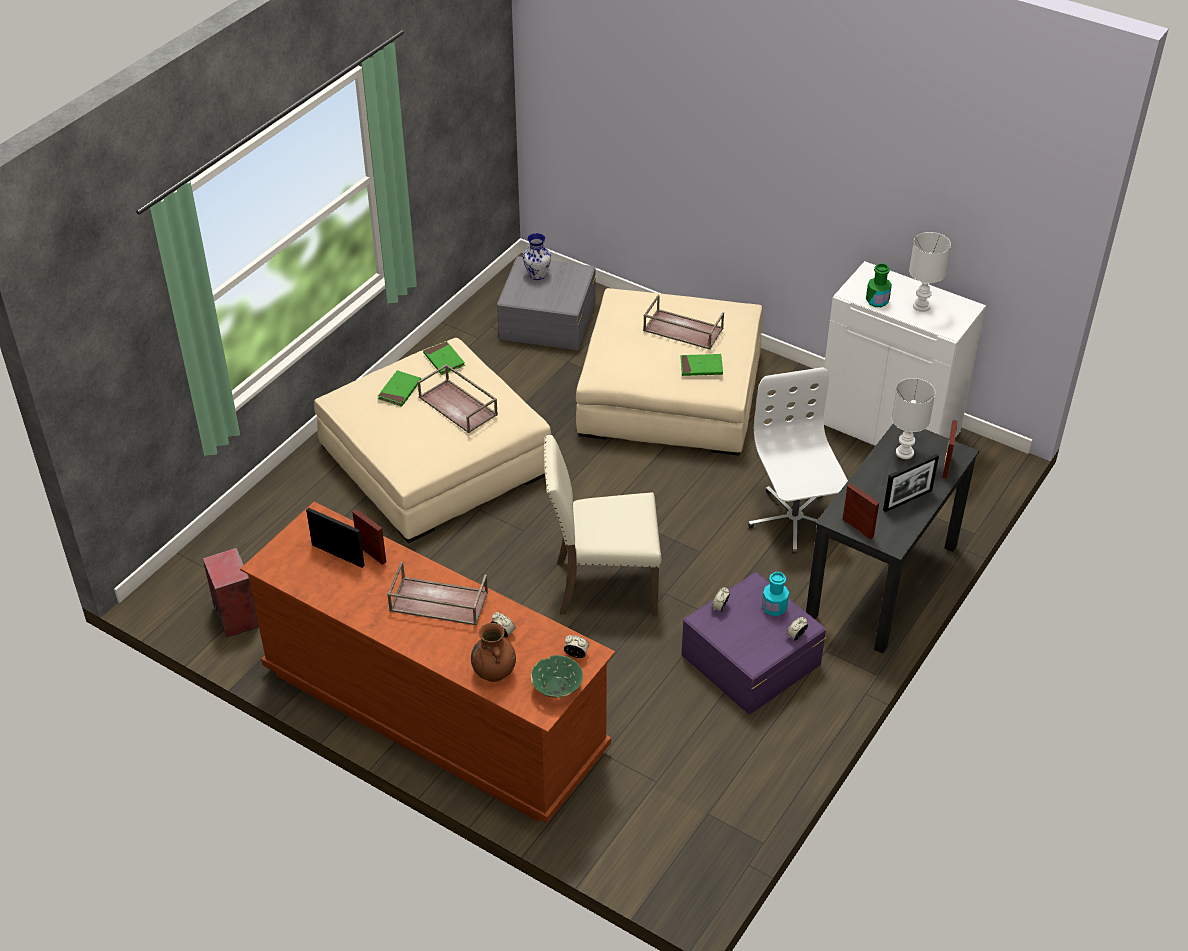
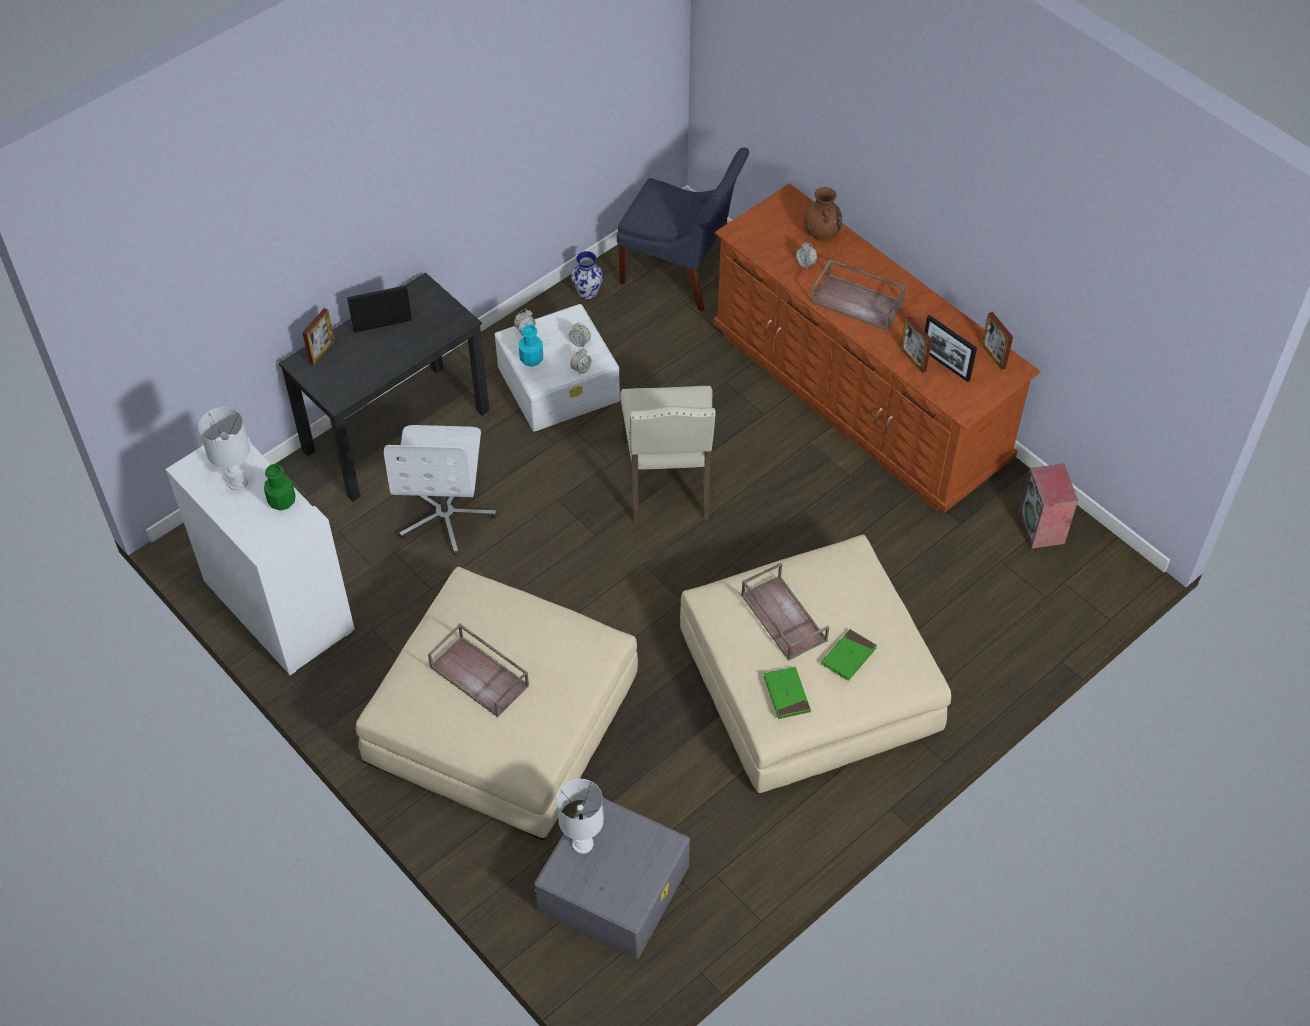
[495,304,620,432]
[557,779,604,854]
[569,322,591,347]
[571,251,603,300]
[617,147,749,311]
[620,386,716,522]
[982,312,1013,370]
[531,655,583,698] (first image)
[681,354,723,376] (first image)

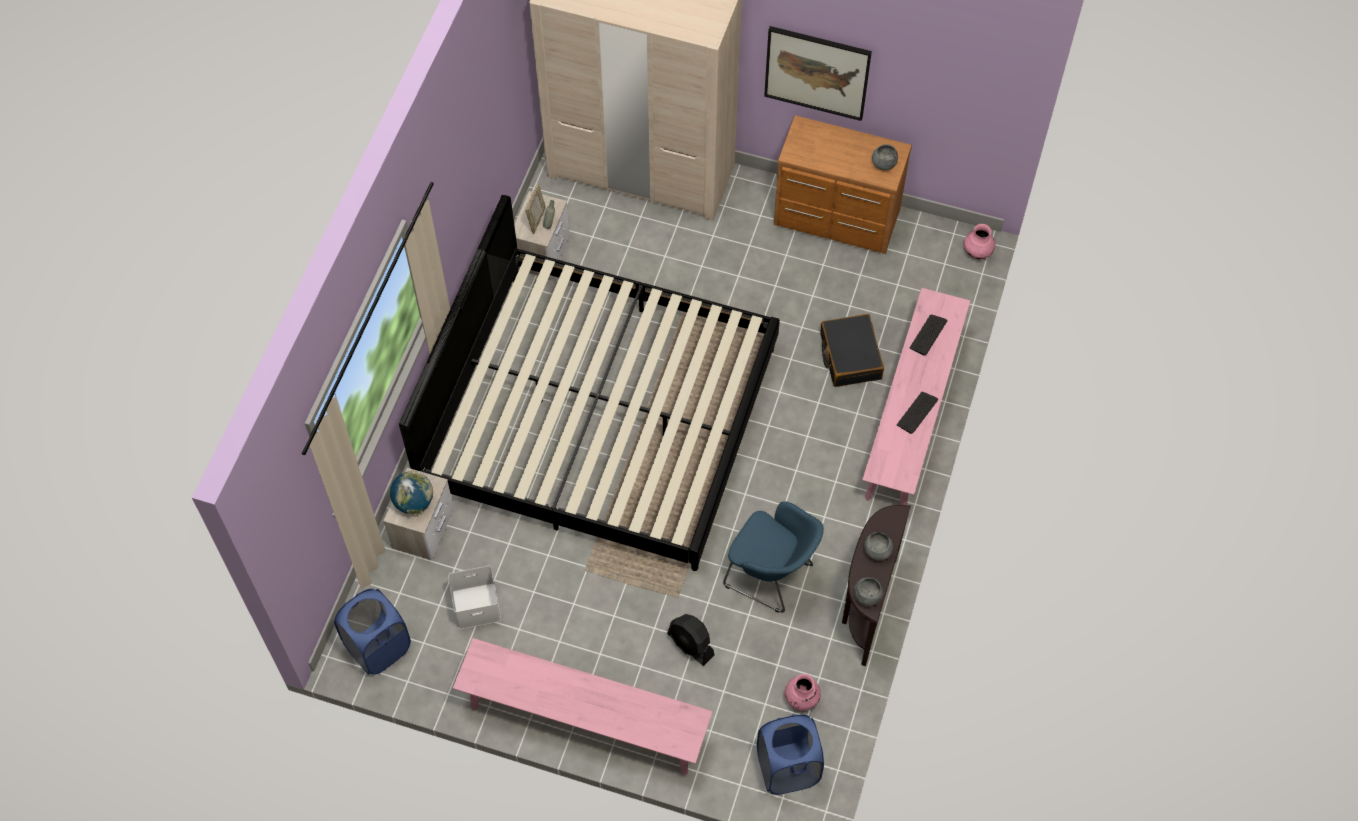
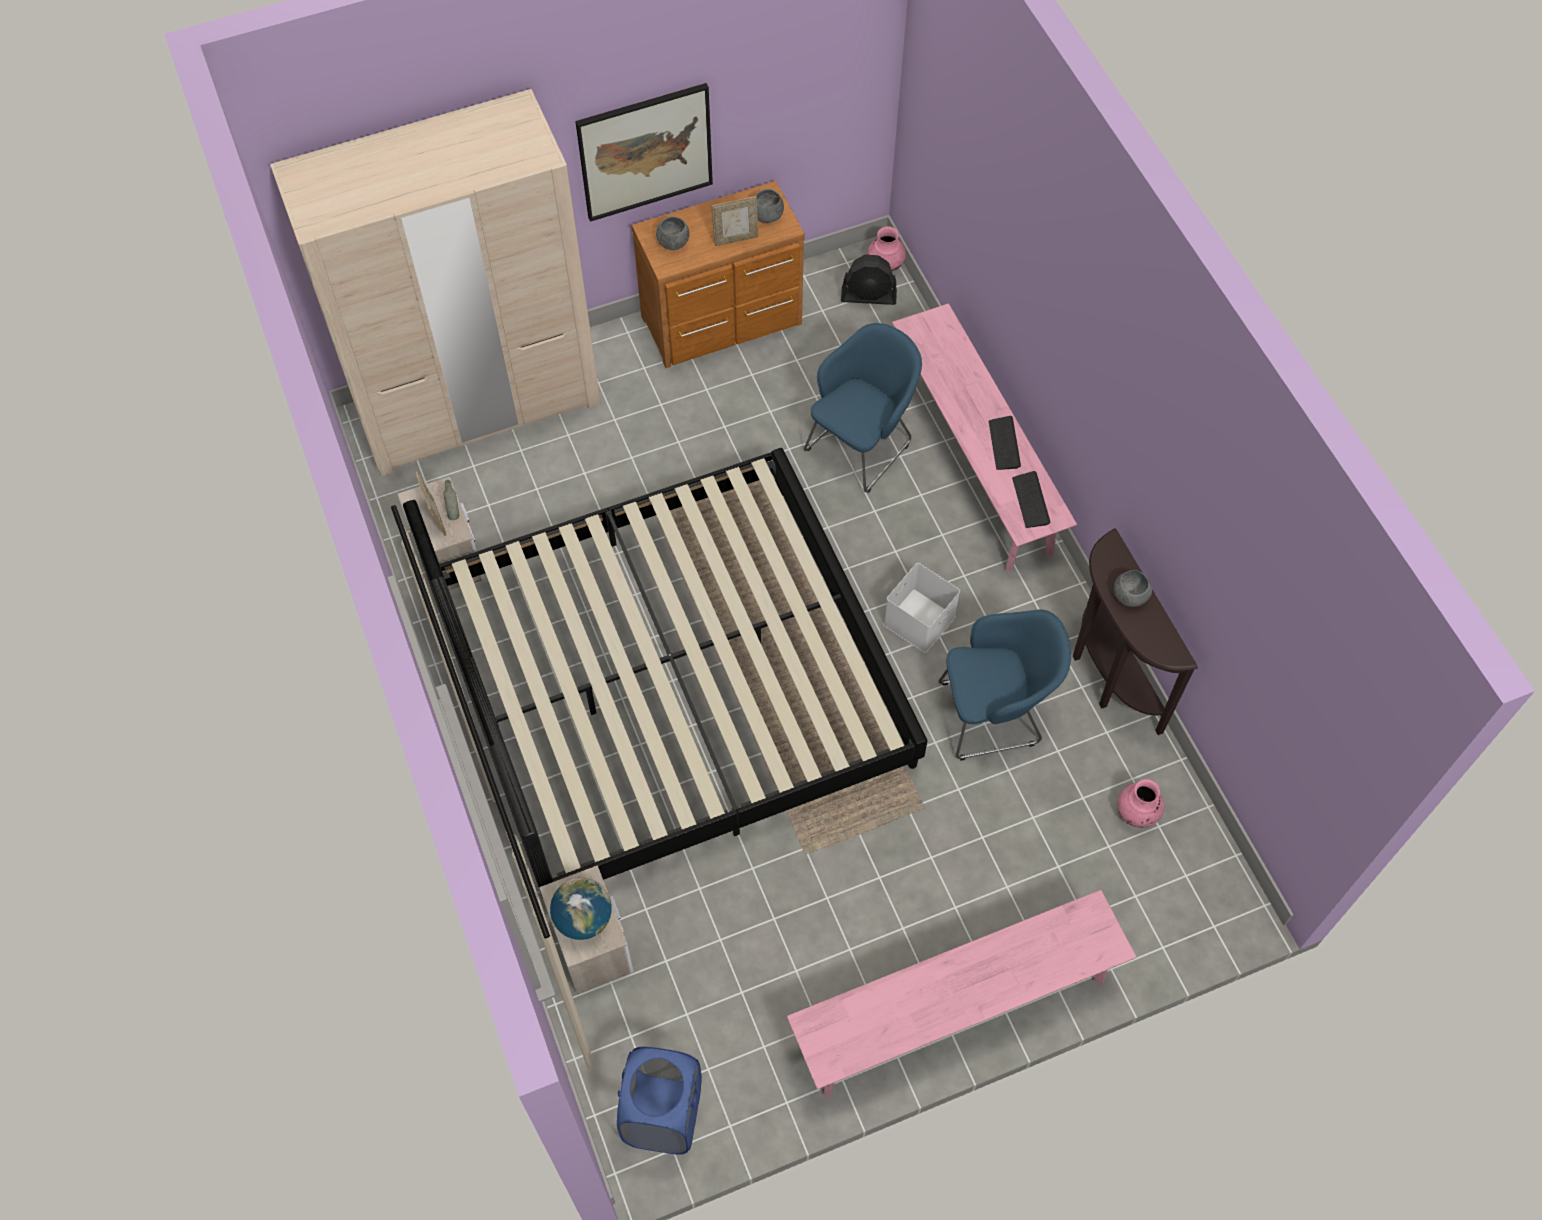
[656,216,690,250]
[711,196,759,246]
[804,323,922,493]
[841,255,897,305]
[883,563,960,653]
[1012,471,1051,528]
[757,714,824,795] (first image)

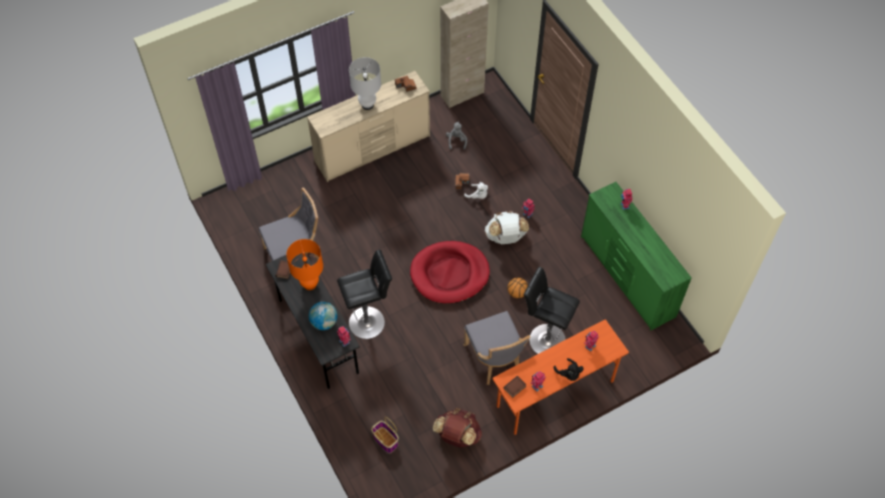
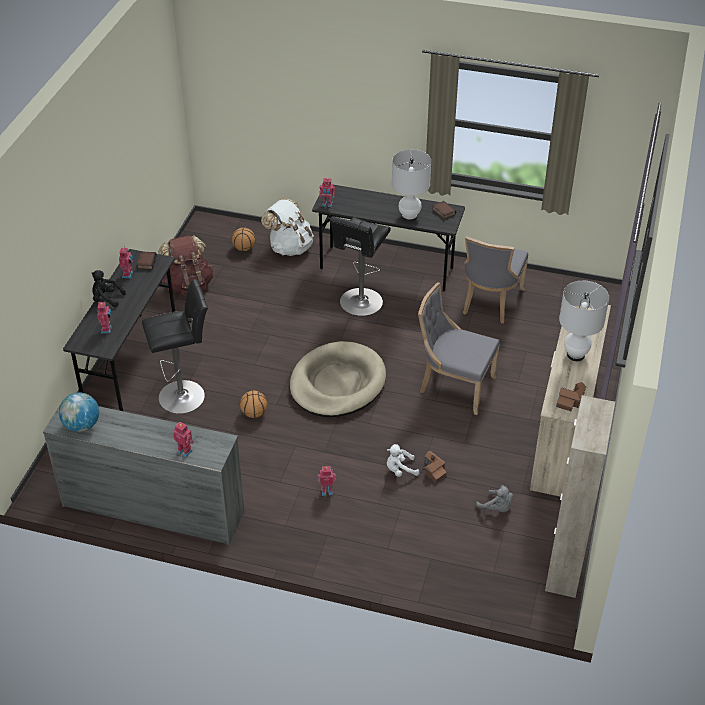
[43,399,244,545]
[59,392,99,432]
[63,249,175,411]
[232,227,255,251]
[261,198,314,256]
[290,341,386,417]
[392,149,431,222]
[418,282,500,415]

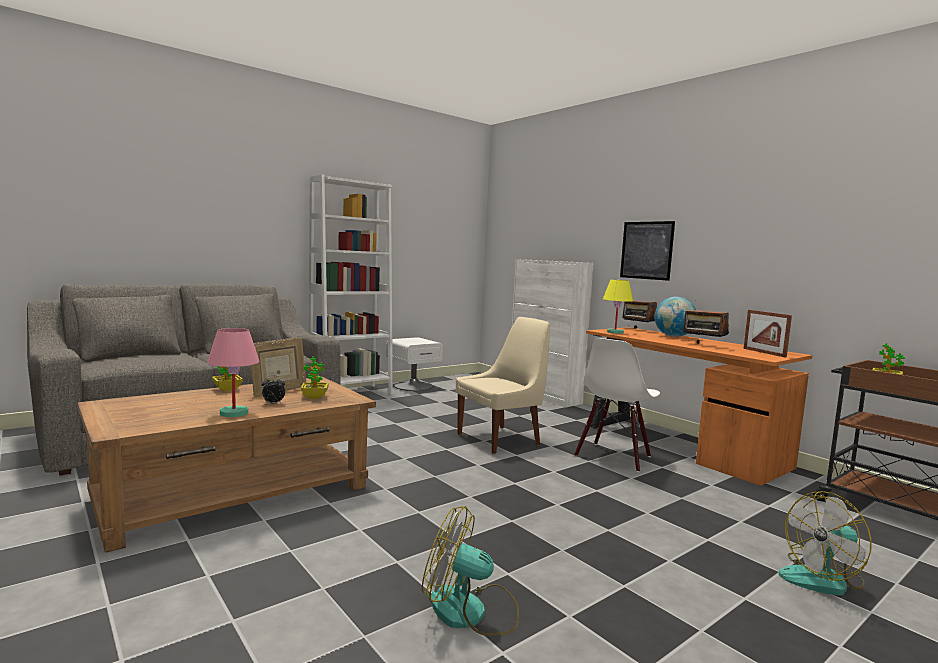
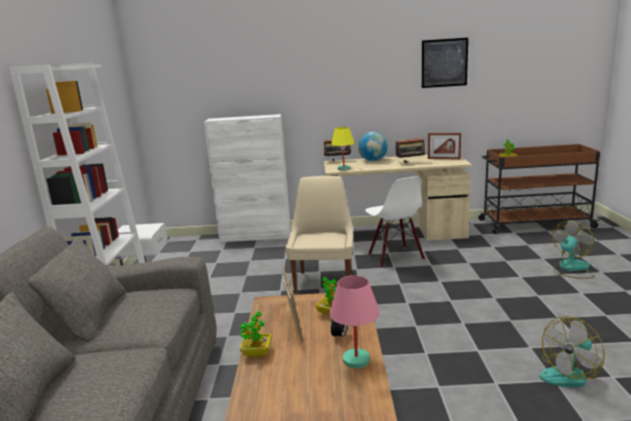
[324,155,472,241]
[422,38,468,88]
[552,221,595,279]

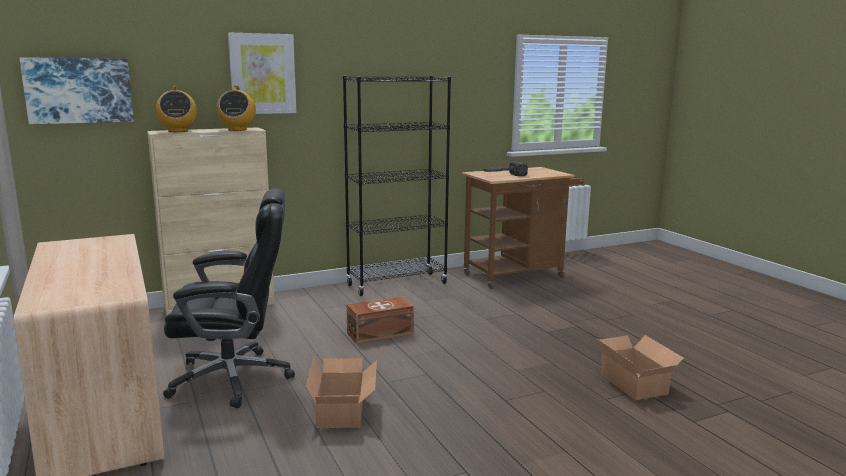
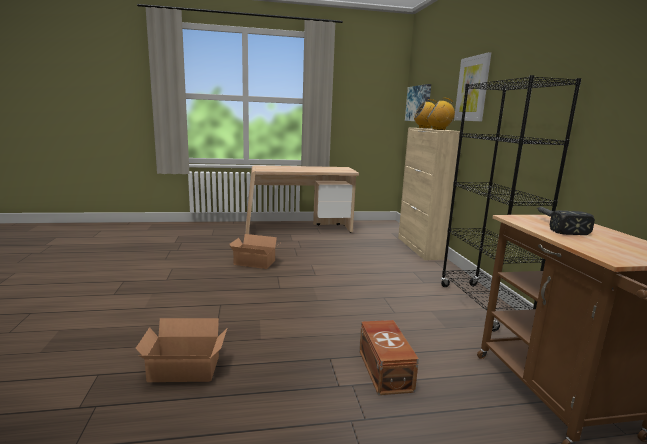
[359,320,419,395]
[163,188,295,408] (first image)

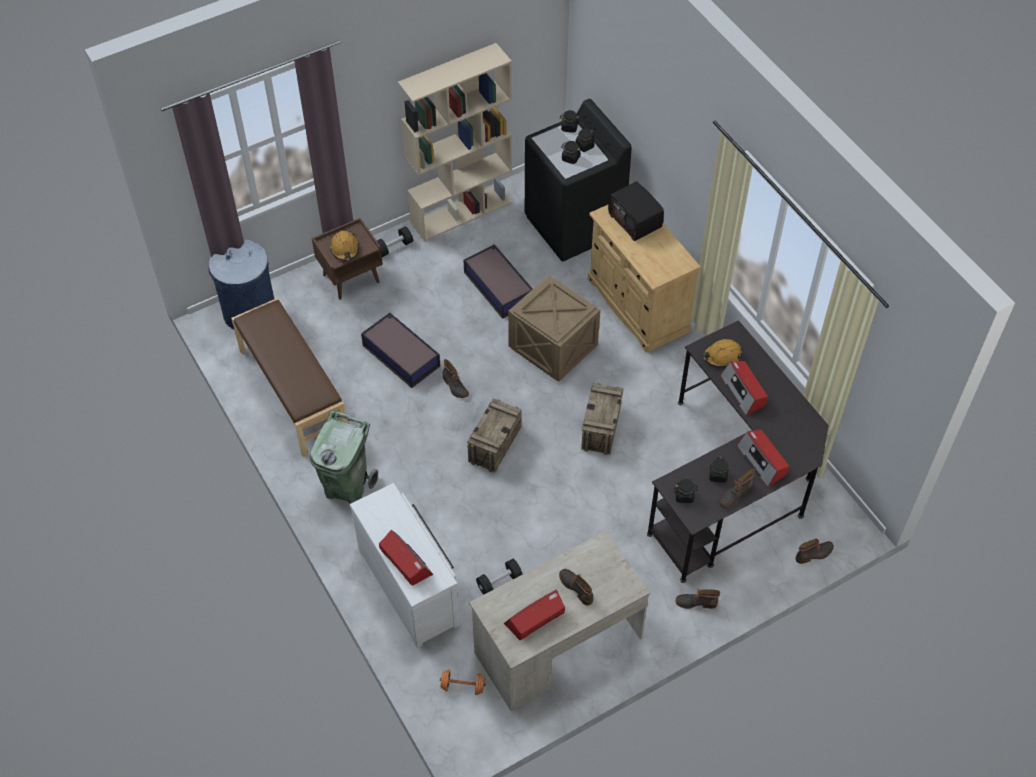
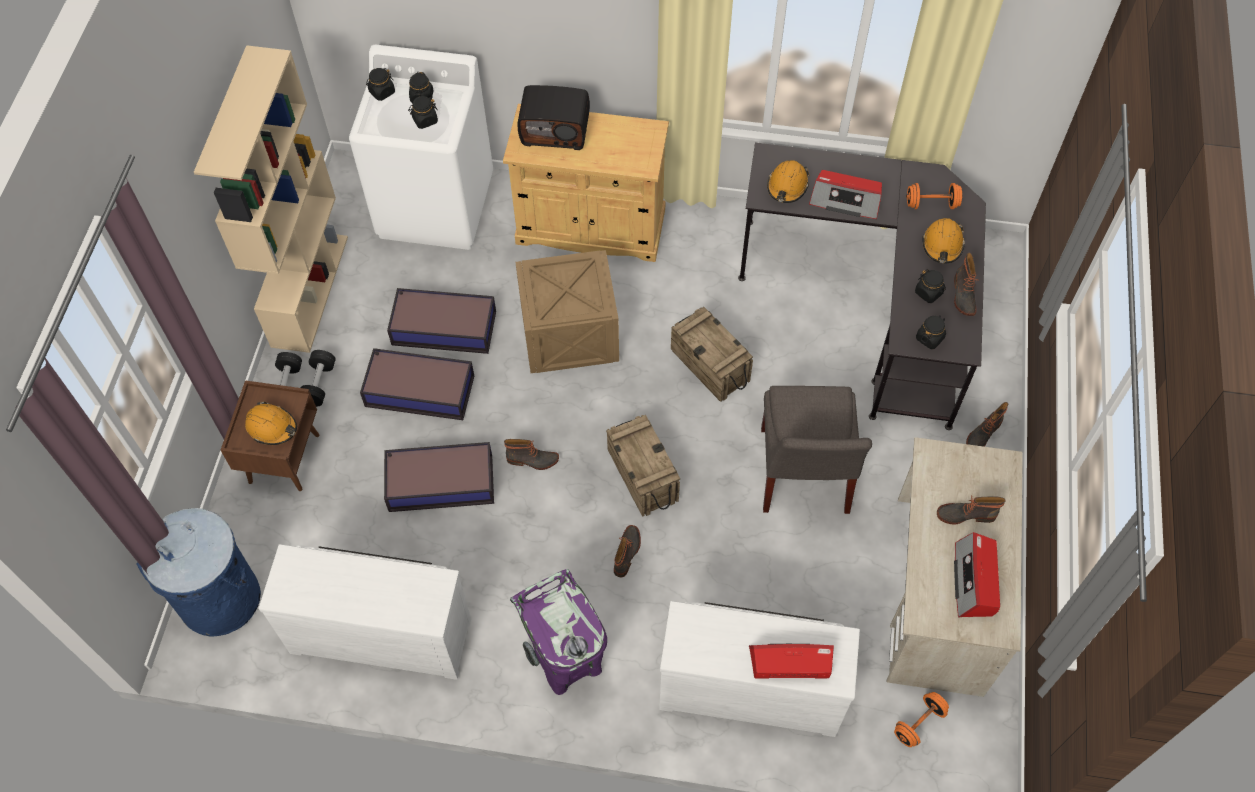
[258,544,471,680]
[300,350,336,407]
[349,45,493,250]
[360,348,474,420]
[510,569,607,695]
[614,525,641,577]
[761,386,872,514]
[906,183,963,209]
[922,218,965,263]

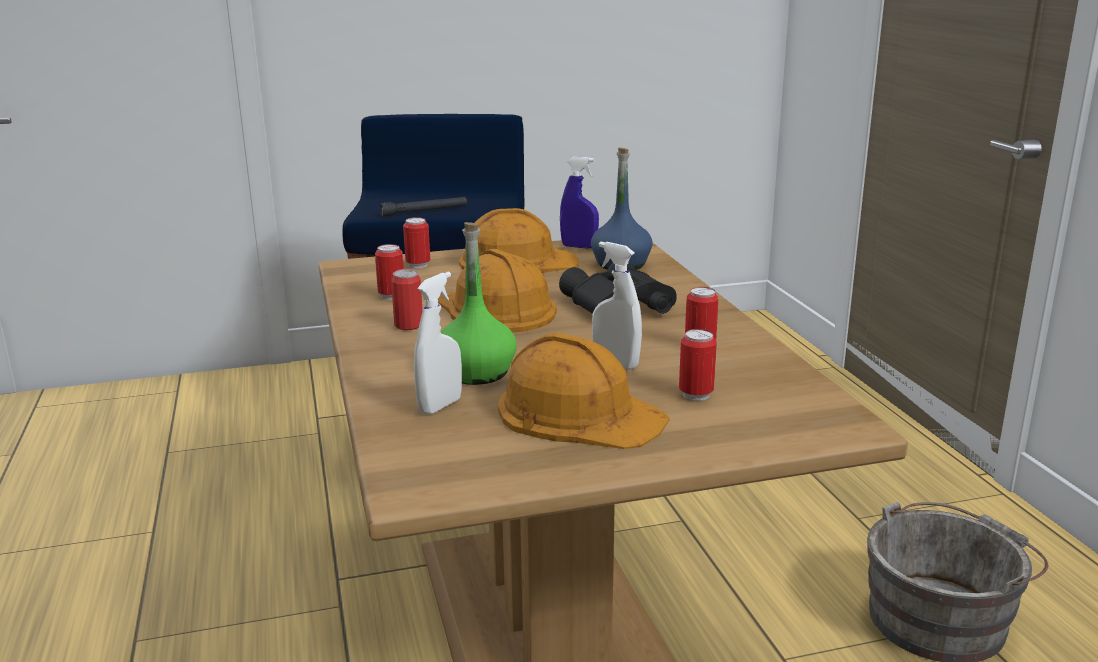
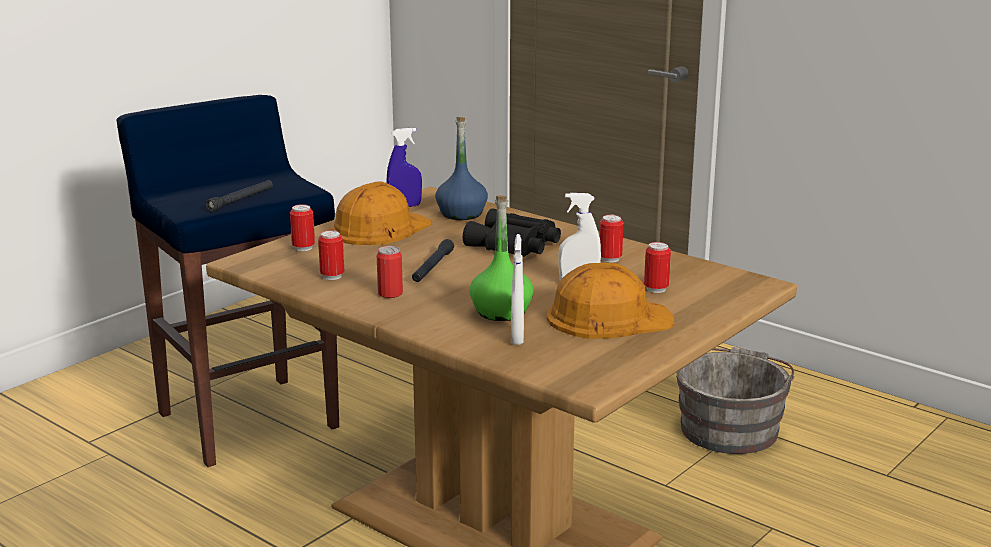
[412,239,454,282]

